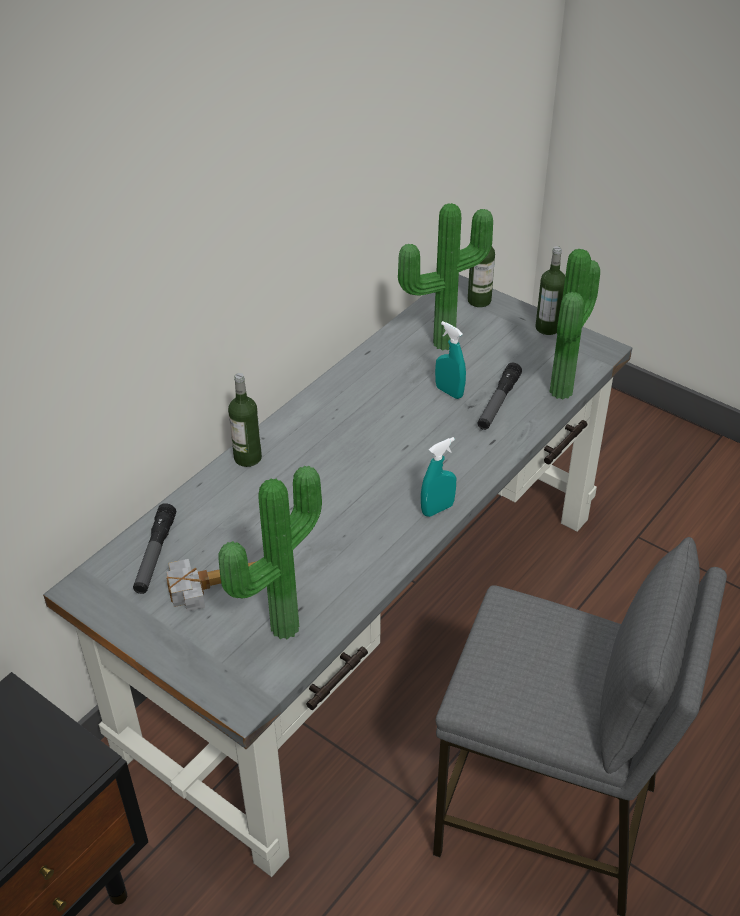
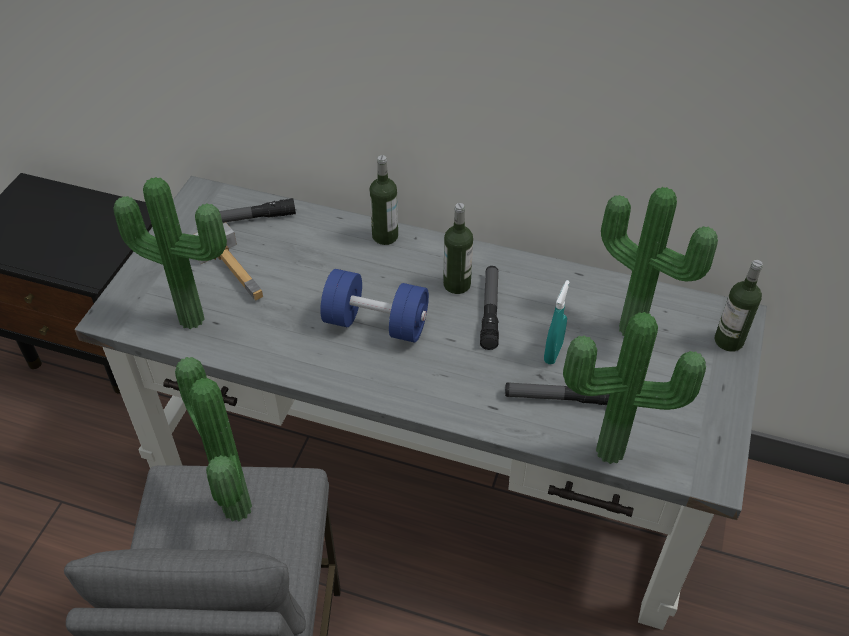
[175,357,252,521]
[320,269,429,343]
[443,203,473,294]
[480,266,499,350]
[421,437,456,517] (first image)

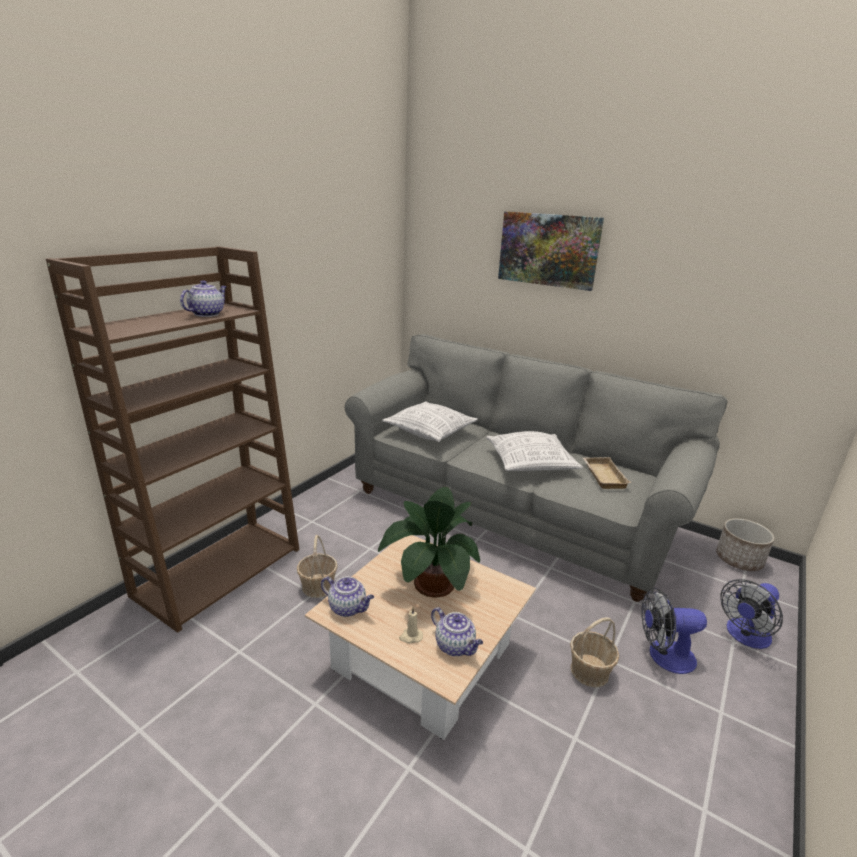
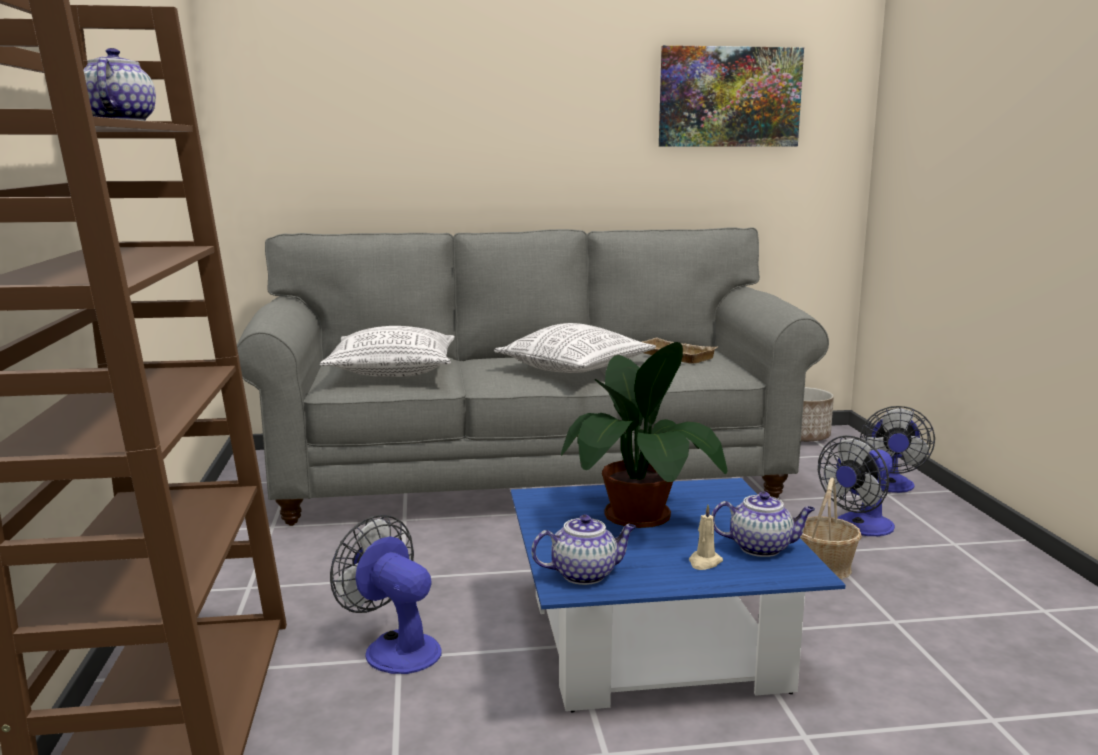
[330,515,442,674]
[511,478,846,713]
[659,45,804,147]

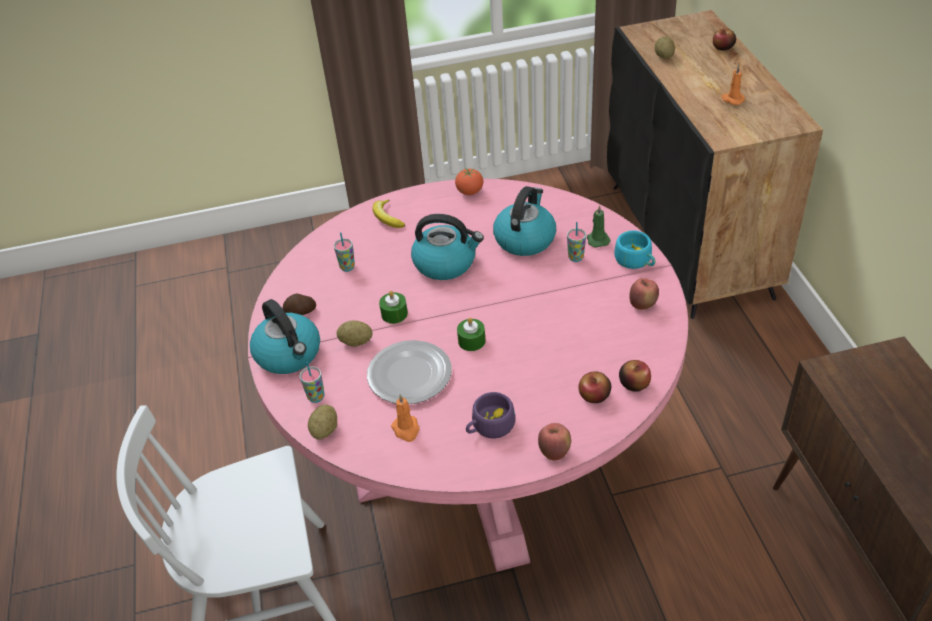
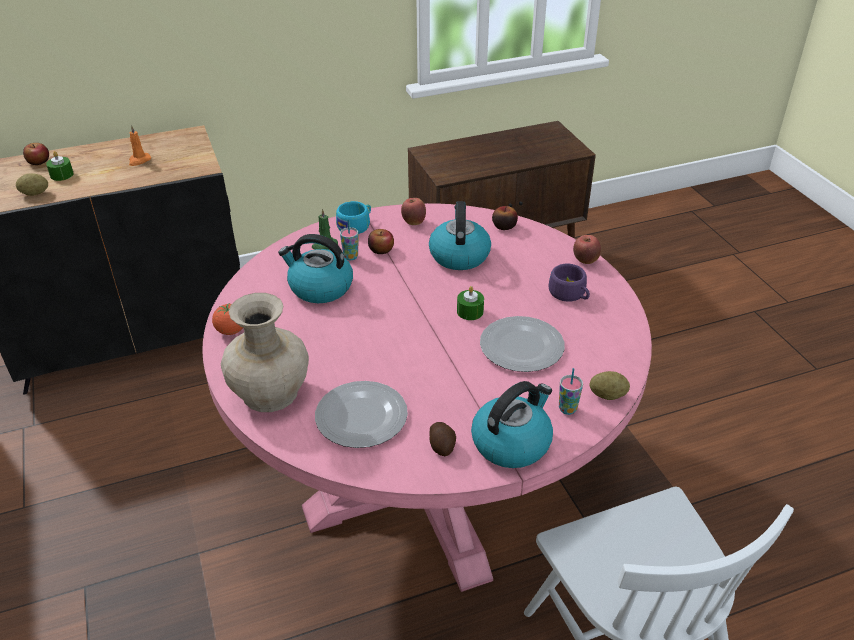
[46,151,74,181]
[221,293,309,412]
[315,381,408,448]
[368,229,394,254]
[429,201,491,270]
[337,321,373,347] (first image)
[391,394,419,442] (first image)

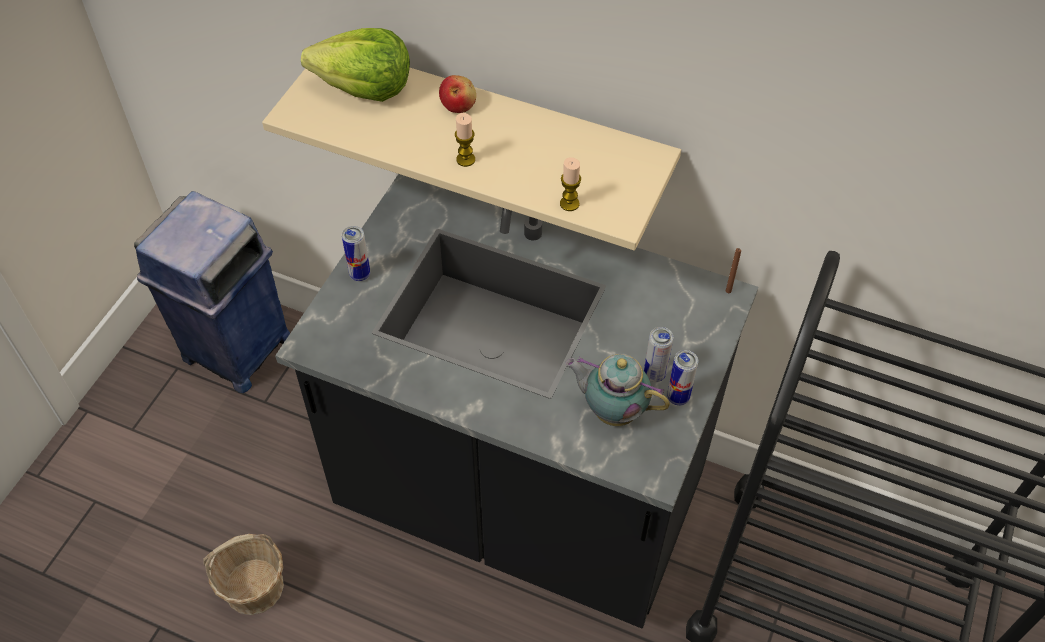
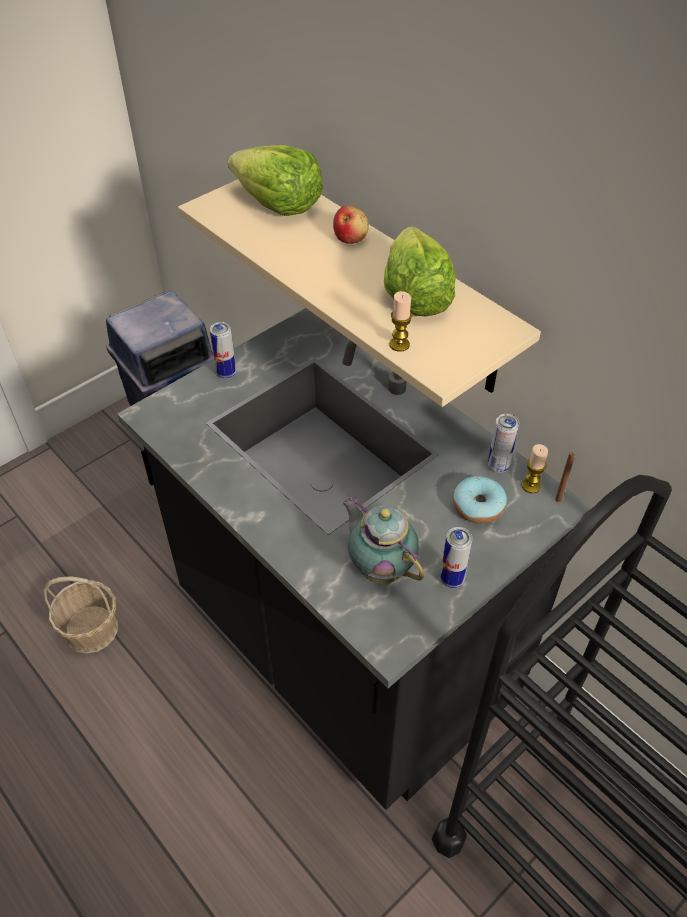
[384,226,456,316]
[453,476,507,524]
[488,414,519,473]
[522,444,548,493]

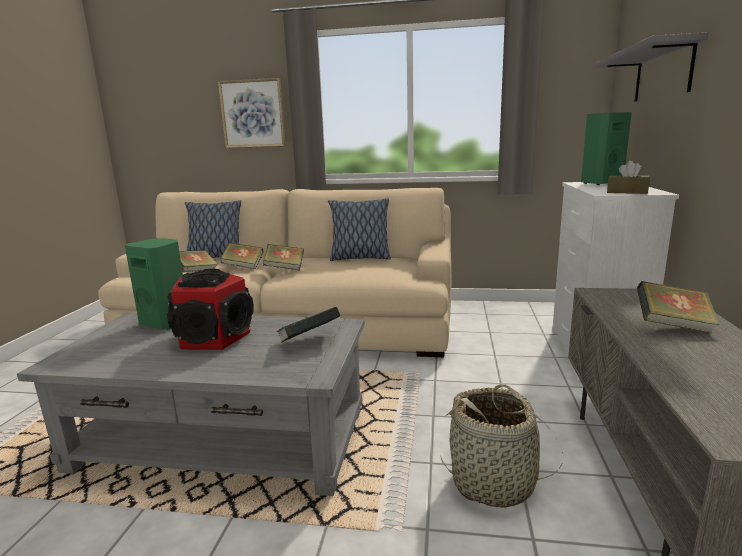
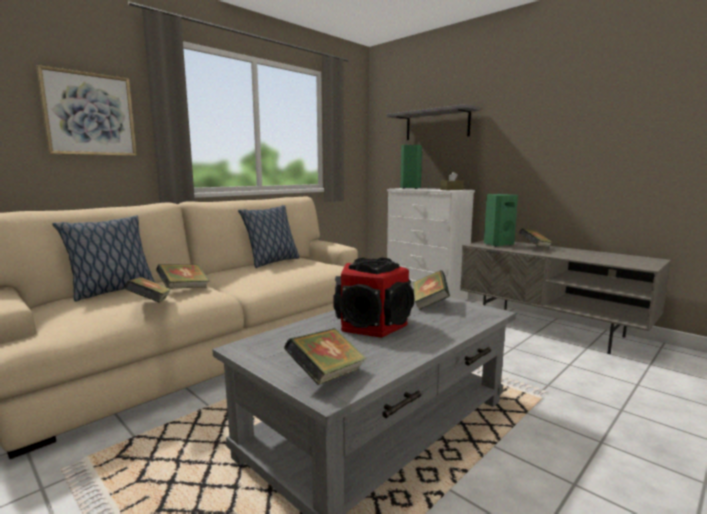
[284,328,367,385]
[484,194,518,247]
[440,384,563,507] (first image)

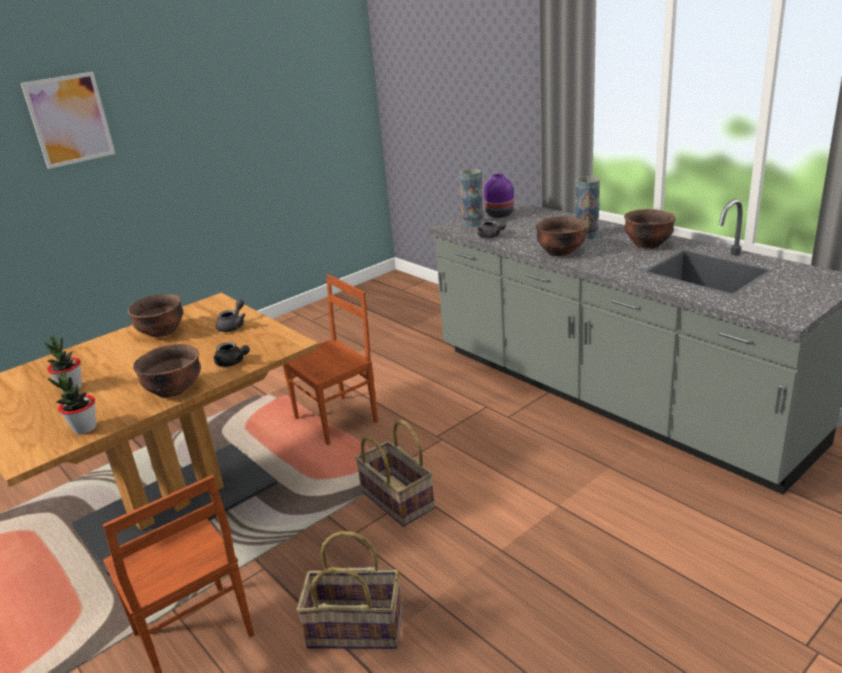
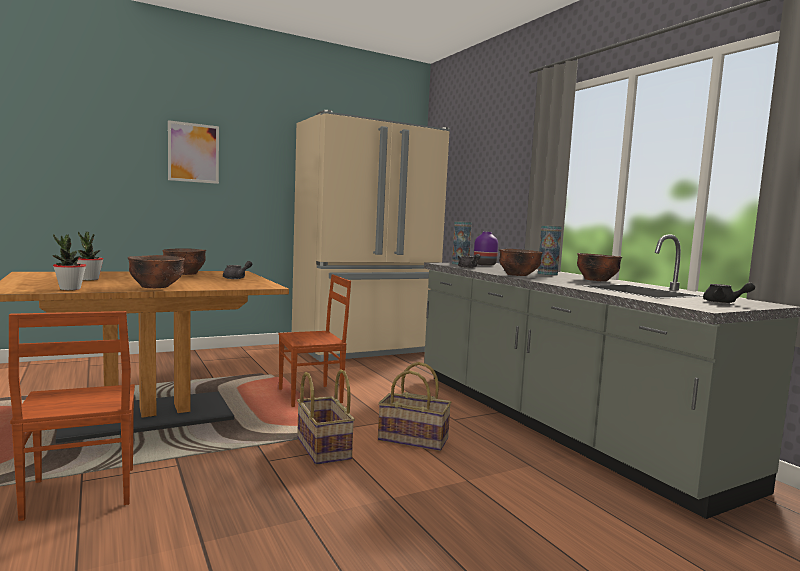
[292,110,450,362]
[378,362,452,451]
[703,282,755,303]

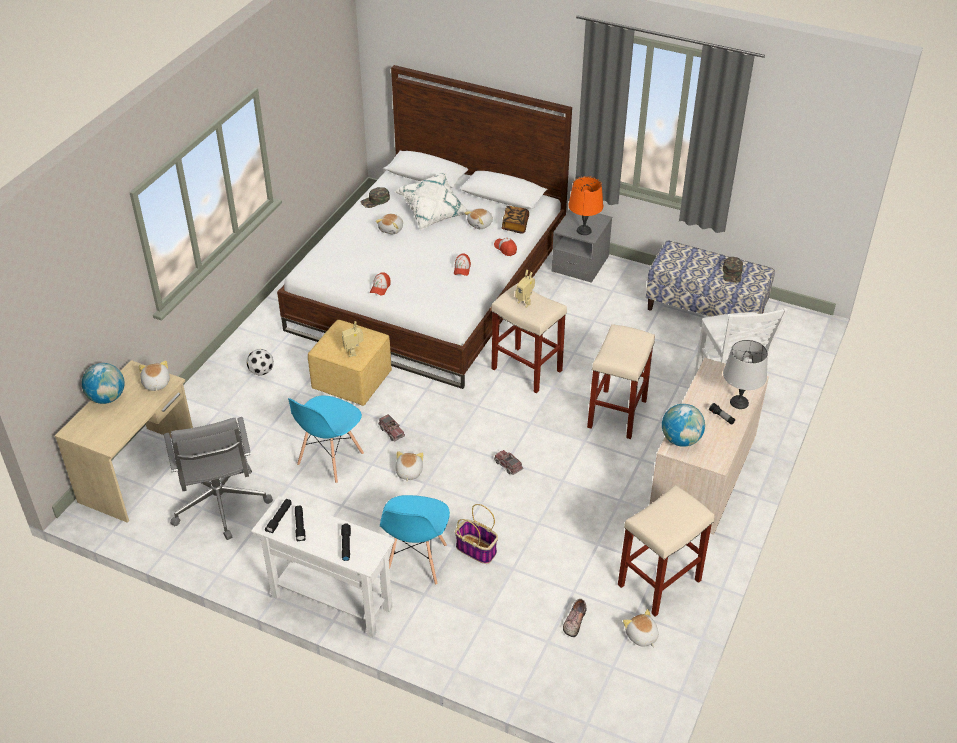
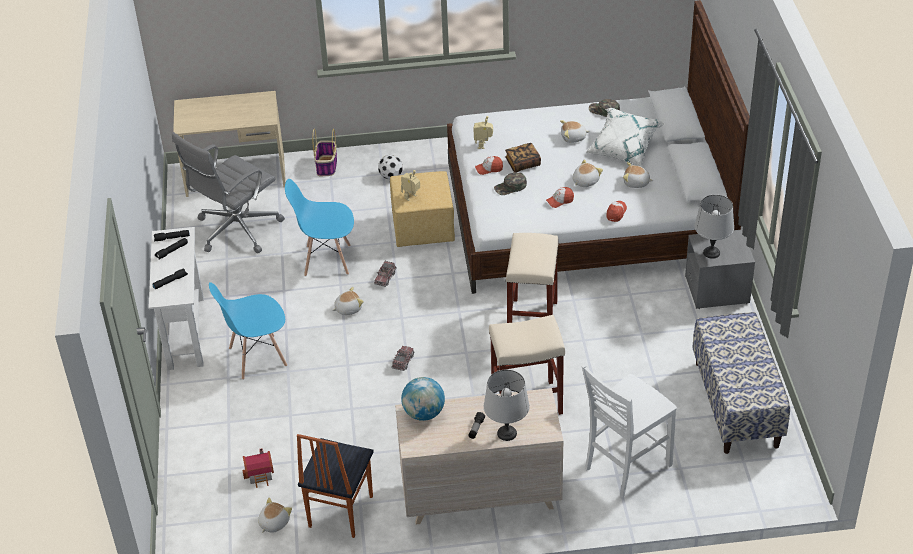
[242,448,274,488]
[297,434,374,538]
[312,128,337,176]
[473,116,493,149]
[494,172,527,195]
[505,143,541,172]
[572,159,603,187]
[694,195,734,259]
[82,363,125,404] (first image)

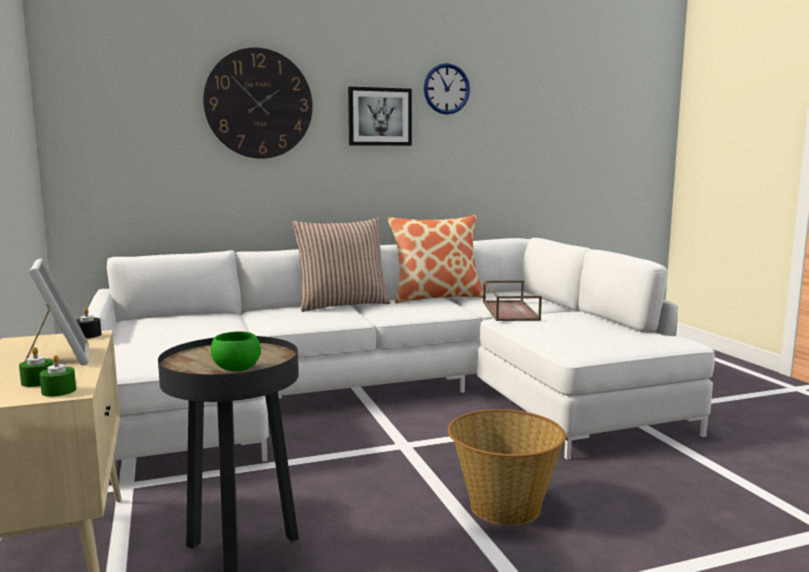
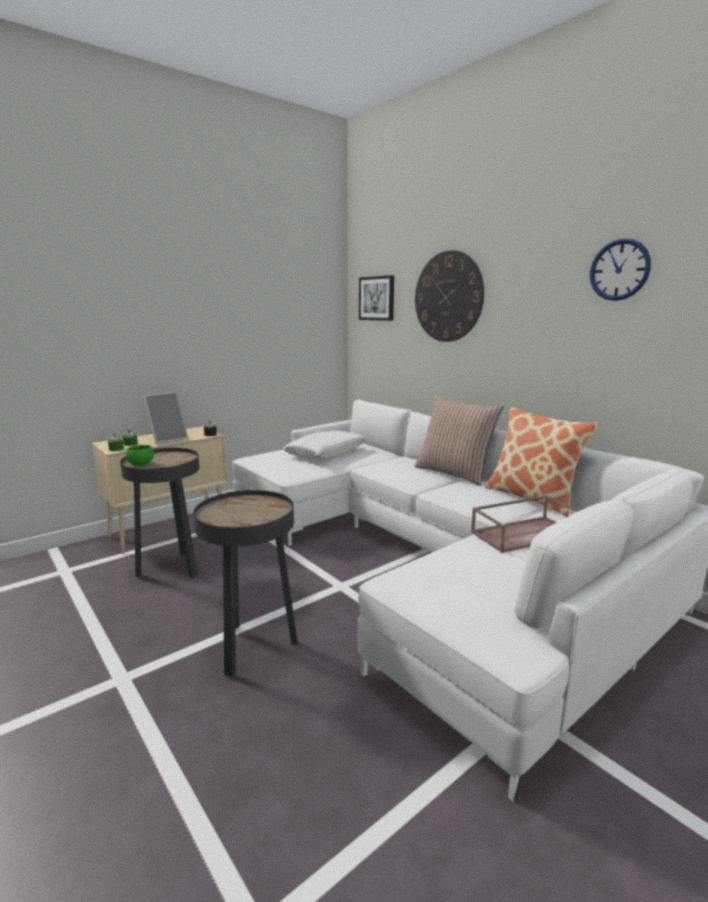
[193,490,298,677]
[283,431,367,459]
[359,275,394,321]

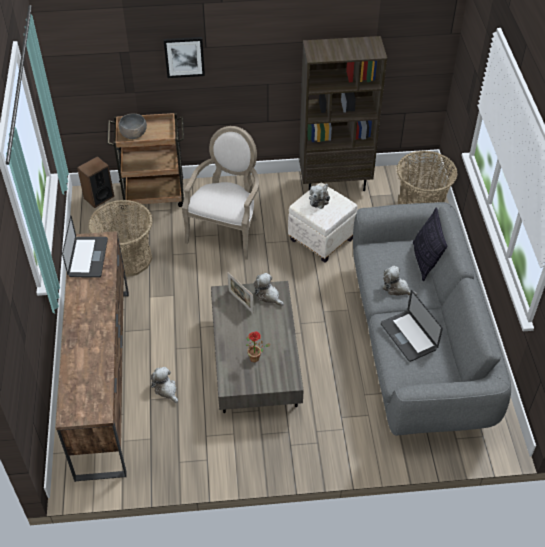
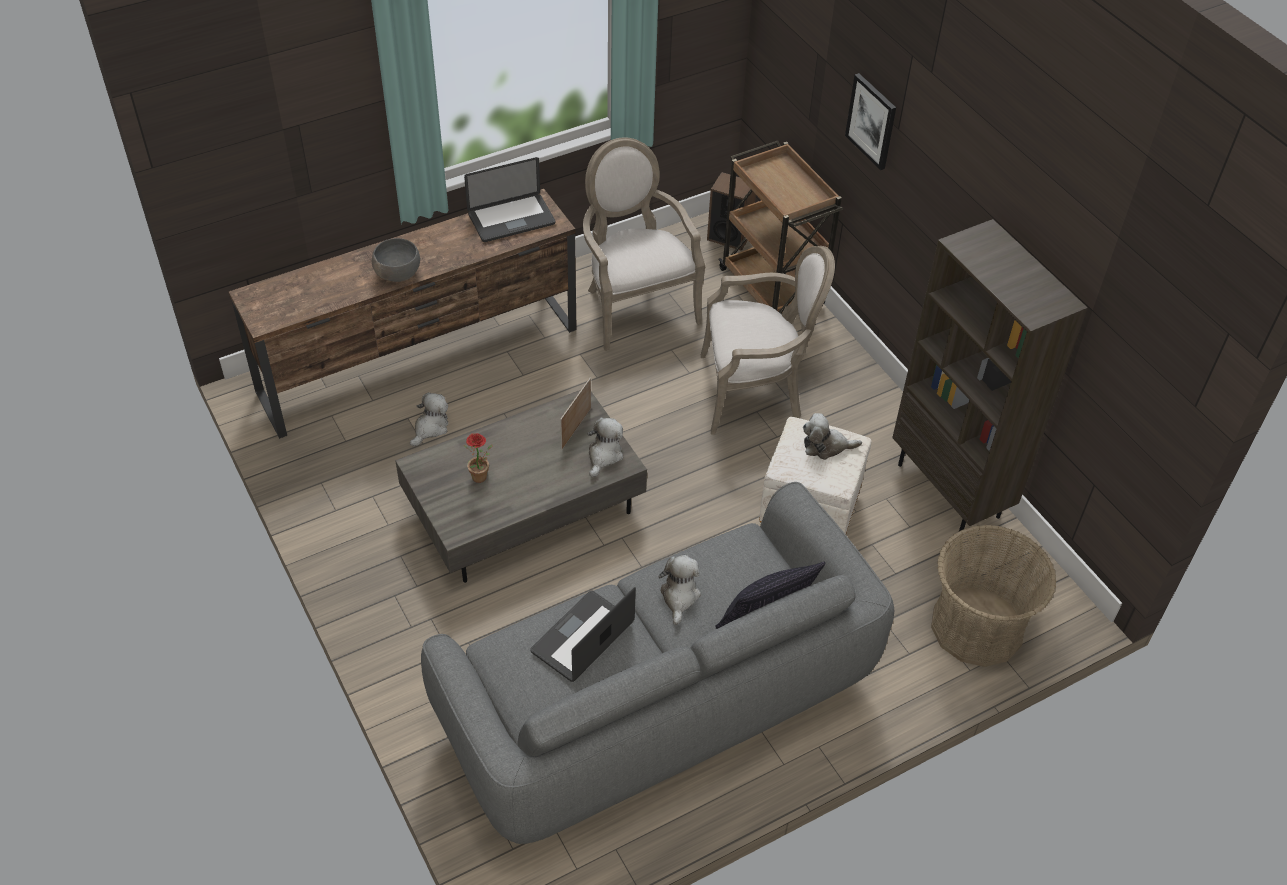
[372,238,420,282]
[583,137,705,351]

